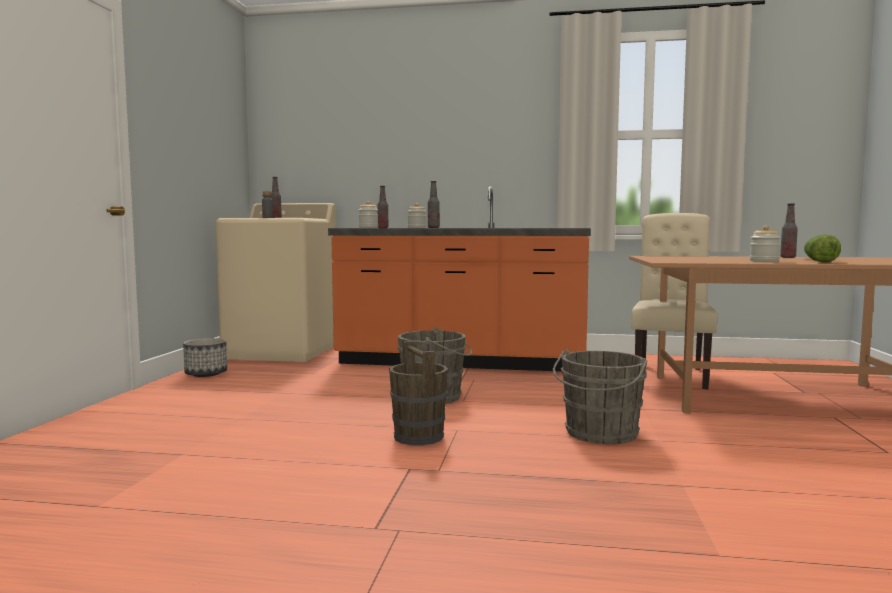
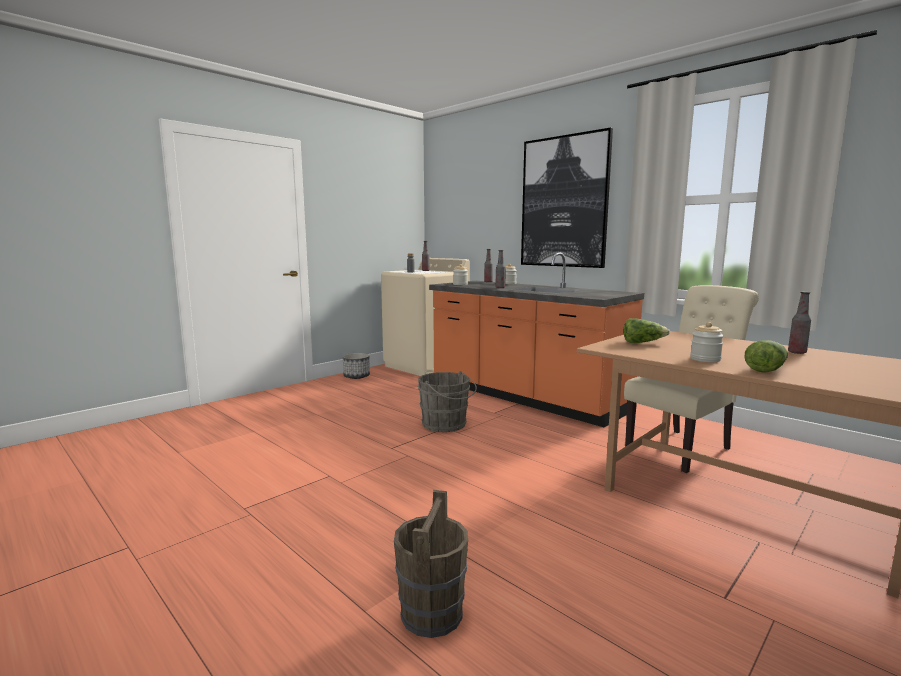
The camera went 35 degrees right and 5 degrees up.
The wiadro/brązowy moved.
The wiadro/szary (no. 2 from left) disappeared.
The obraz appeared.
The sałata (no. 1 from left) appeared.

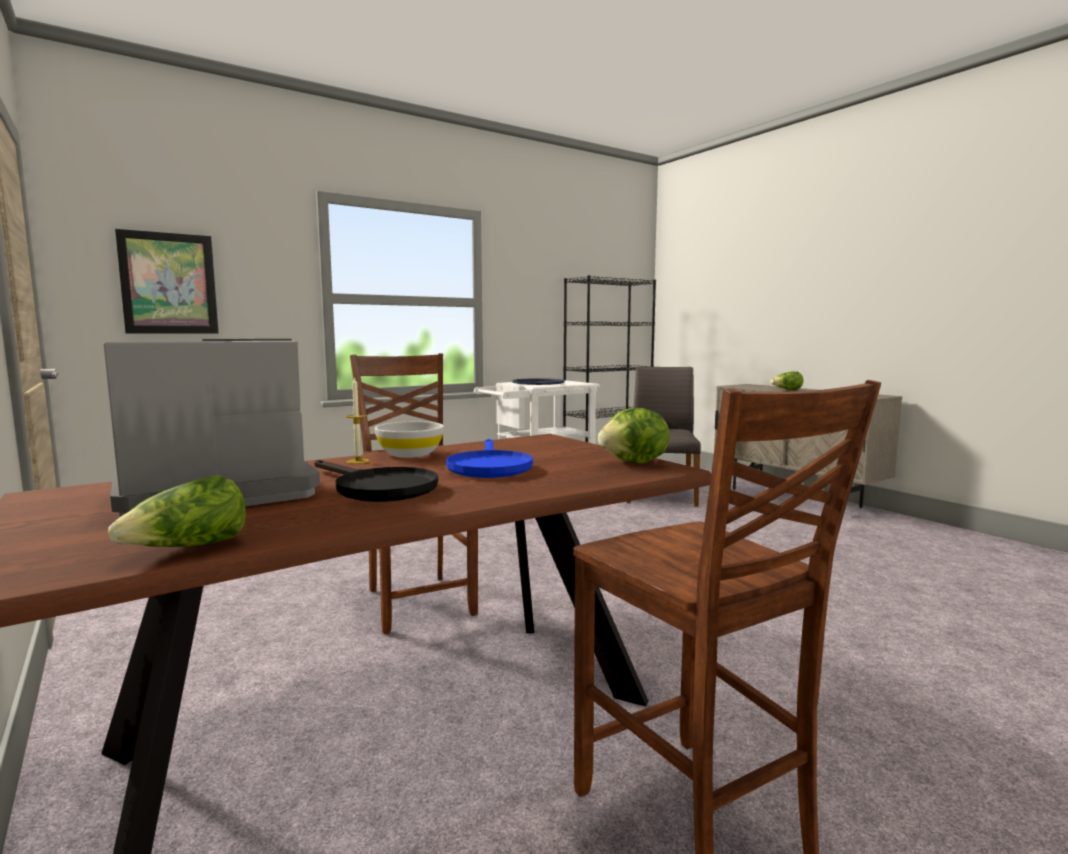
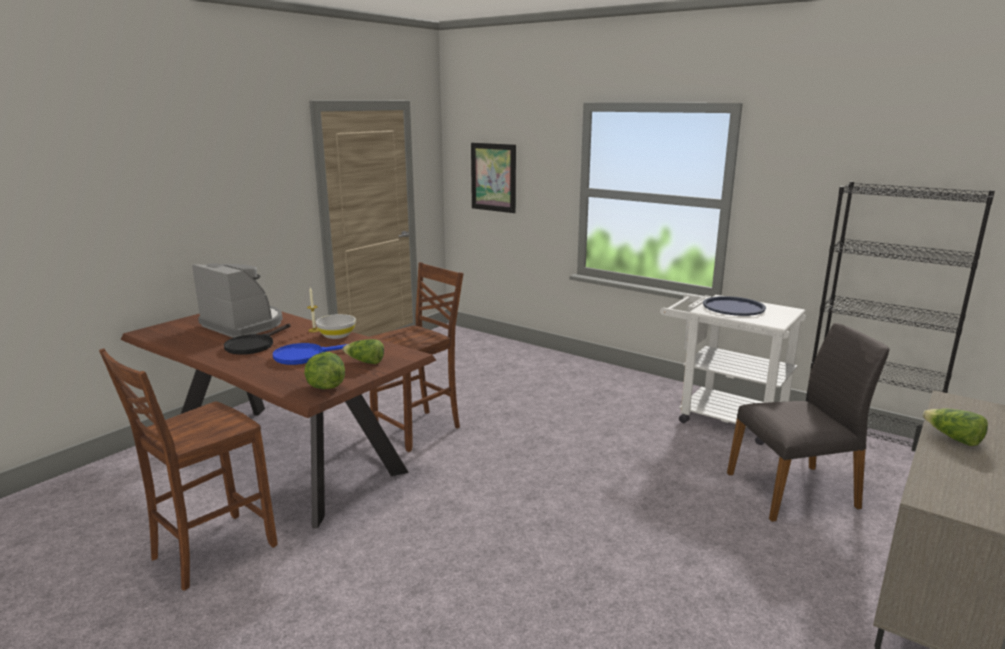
The camera went 70 degrees right and 10 degrees up.
The sałata (no. 1 from left in the first image) moved.

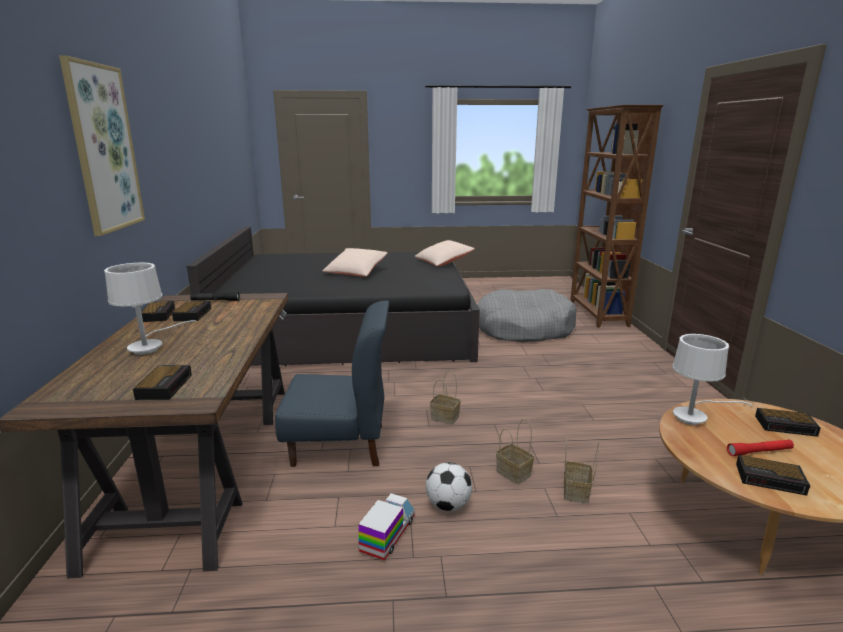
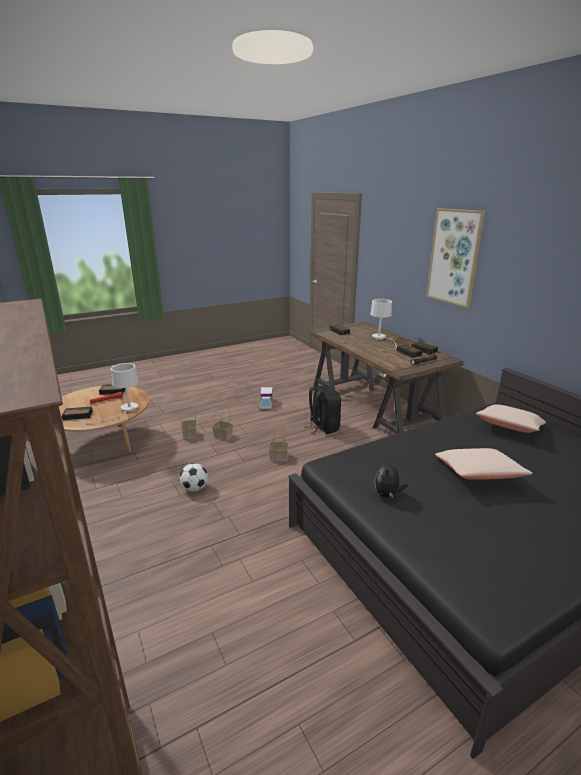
The camera went 155 degrees right and 5 degrees up.
The krzesło/niebieski was replaced by the plecak/czarny.
The poduszka/beżowy (no. 2 from left) moved.
The piłka futbolowa moved.
The legowisko/szary disappeared.
The pluszak appeared.

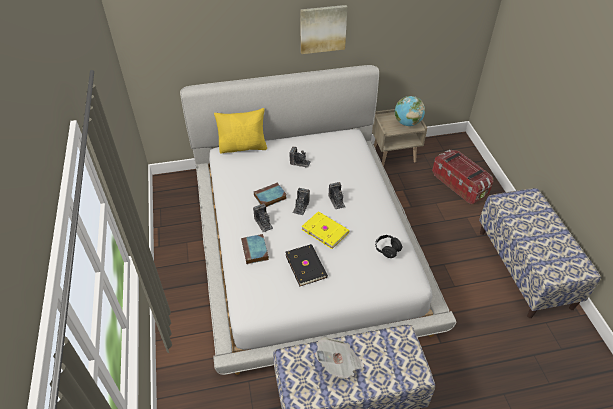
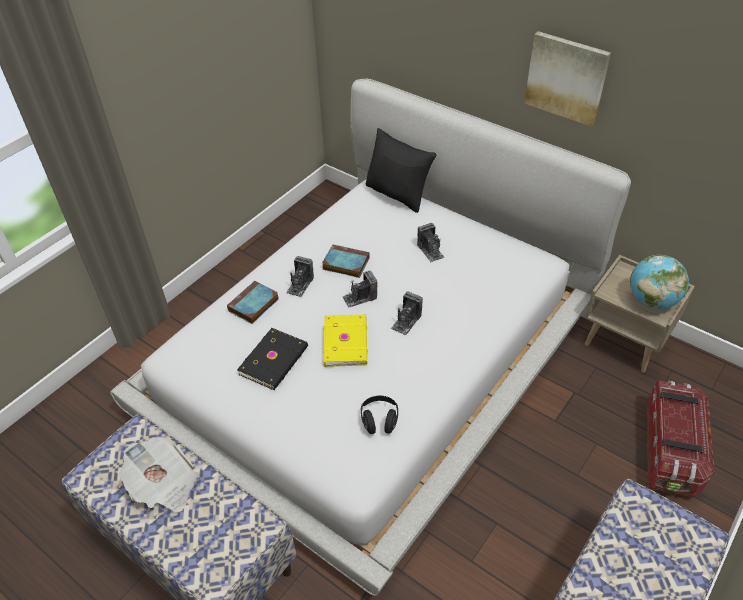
The camera went 50 degrees right and 0 degrees up.
The poduszka/żółty became the poduszka/czarny.

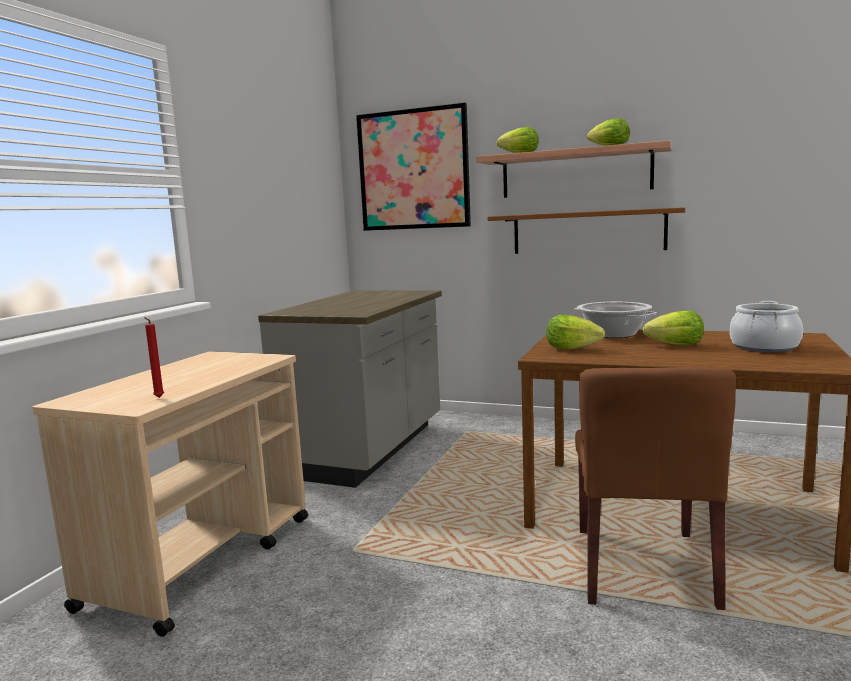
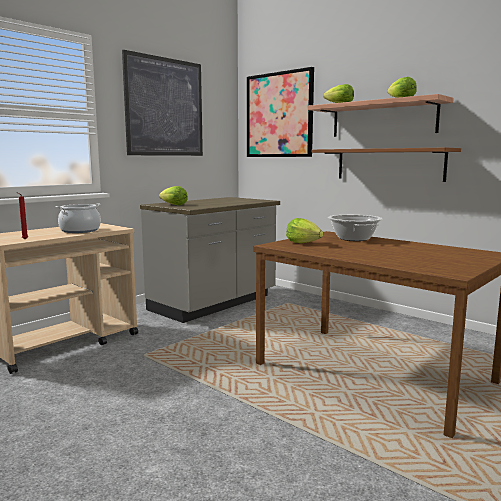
The camera went 20 degrees right and 0 degrees up.
The krzesło/brązowy disappeared.
The sałata (no. 4 from left in the first image) moved.
The garnek (no. 2 from left in the first image) moved.
The obraz (no. 1 from left) appeared.

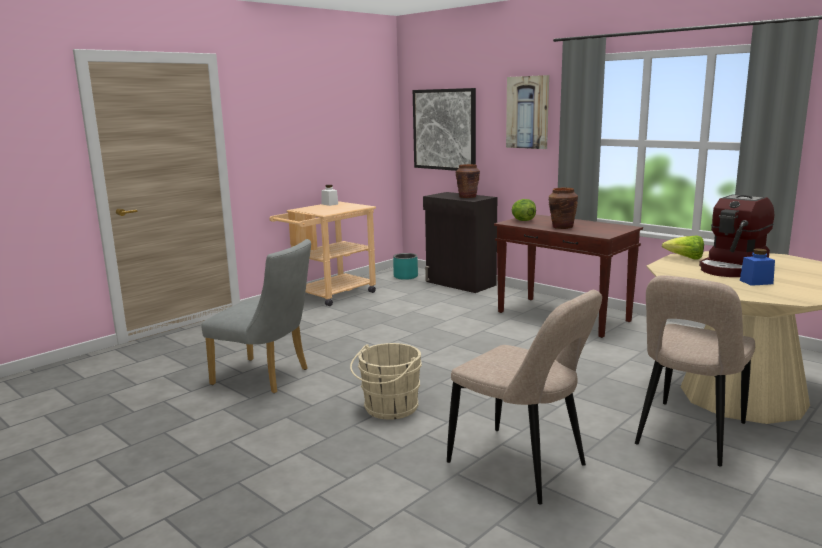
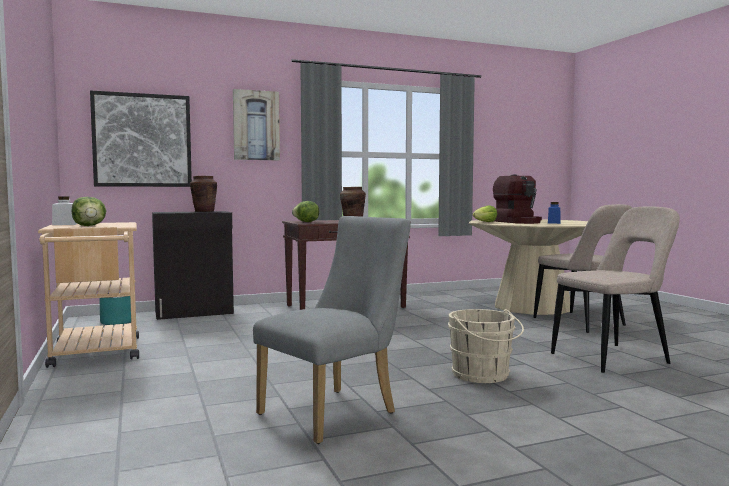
The camera went 65 degrees left and 10 degrees down.
The sałata (no. 1 from left) appeared.

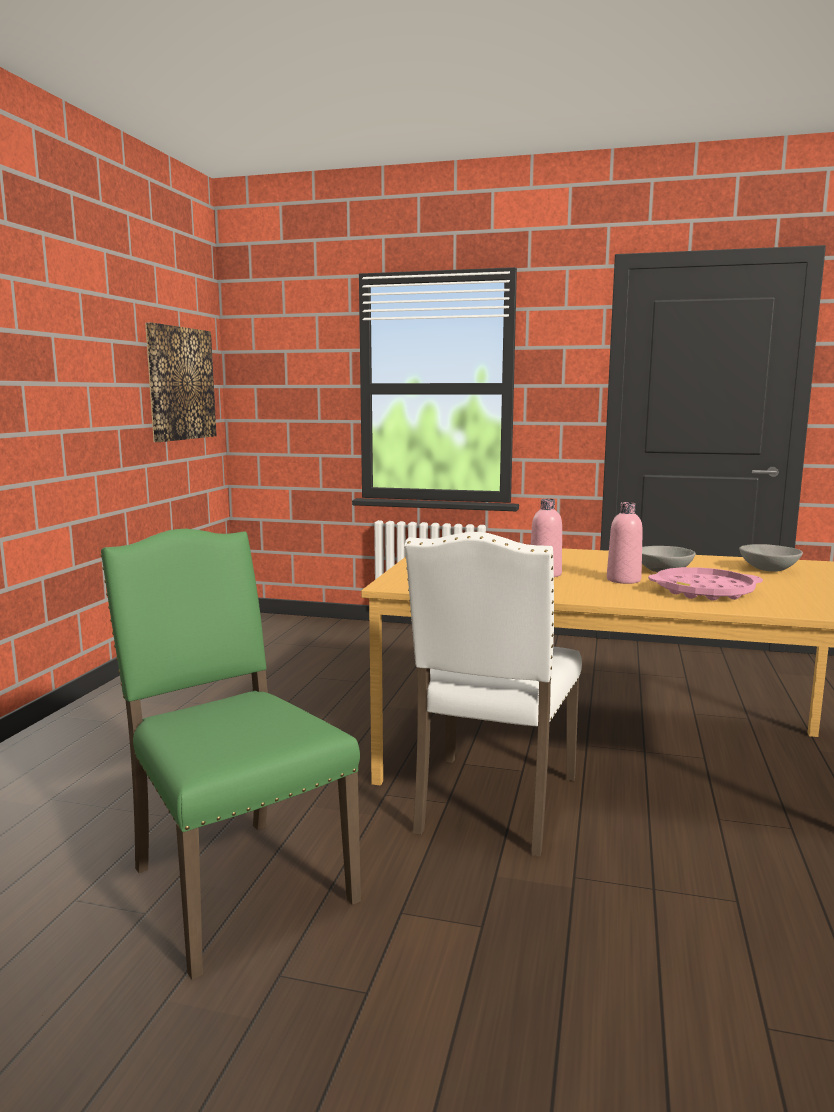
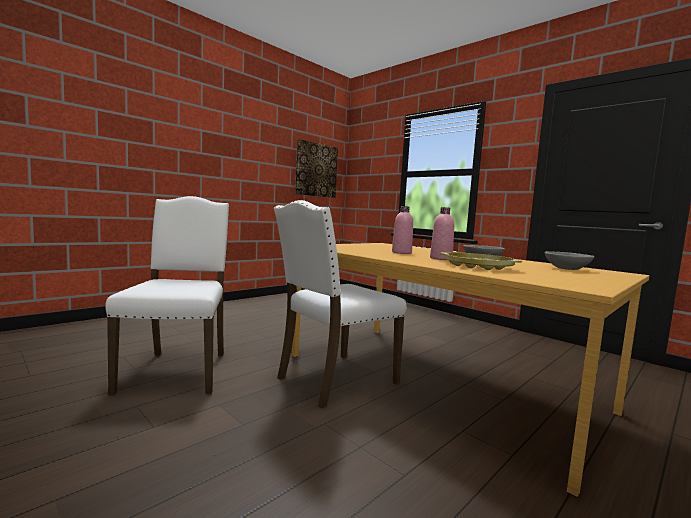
The camera went 30 degrees right and 5 degrees down.
The krzesło/zielony became the krzesło/biały (no. 1 from left).
The taca/różowy became the taca/żółty.

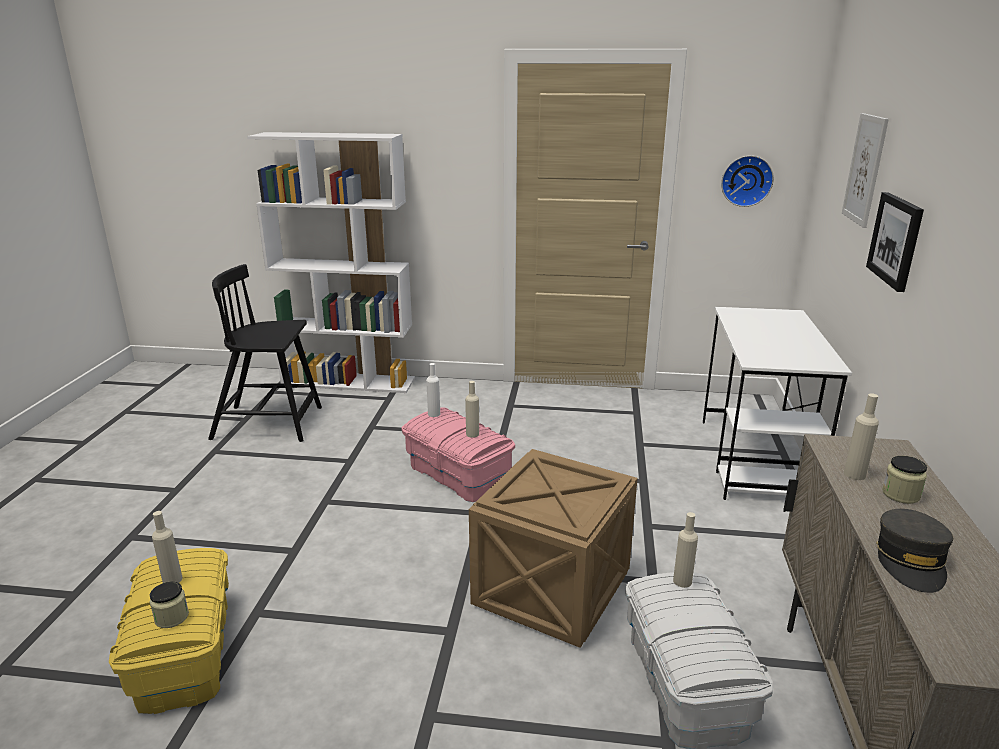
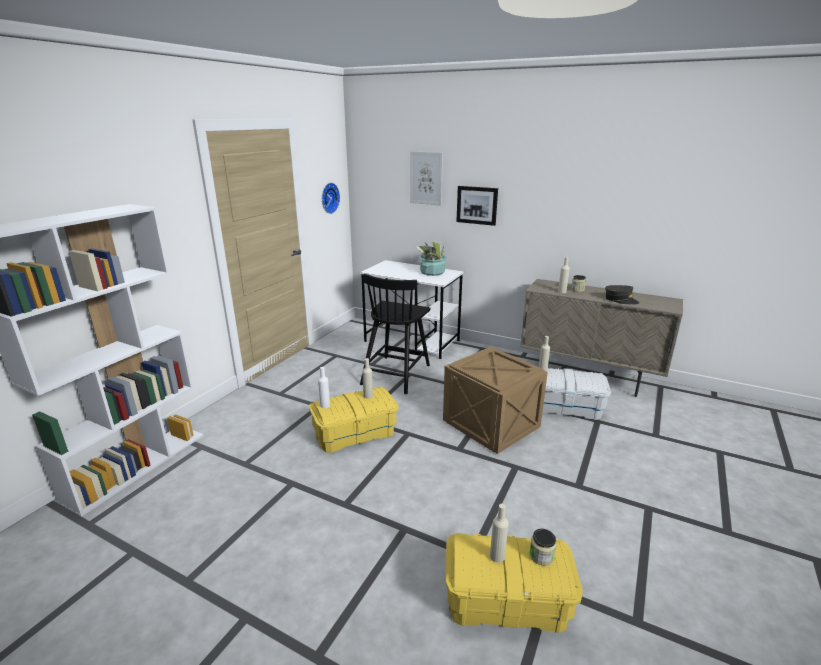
The camera went 70 degrees left and 0 degrees up.
The krzesło/czarny moved.
The pojemnik do przechowywania/różowy became the pojemnik do przechowywania/żółty (no. 1 from left).
The roślina doniczkowa appeared.

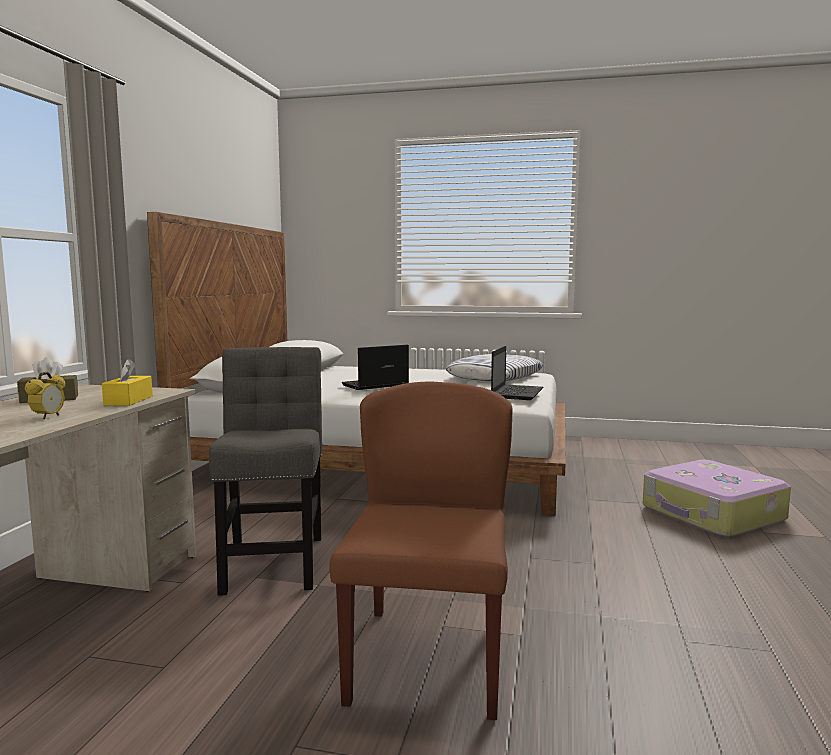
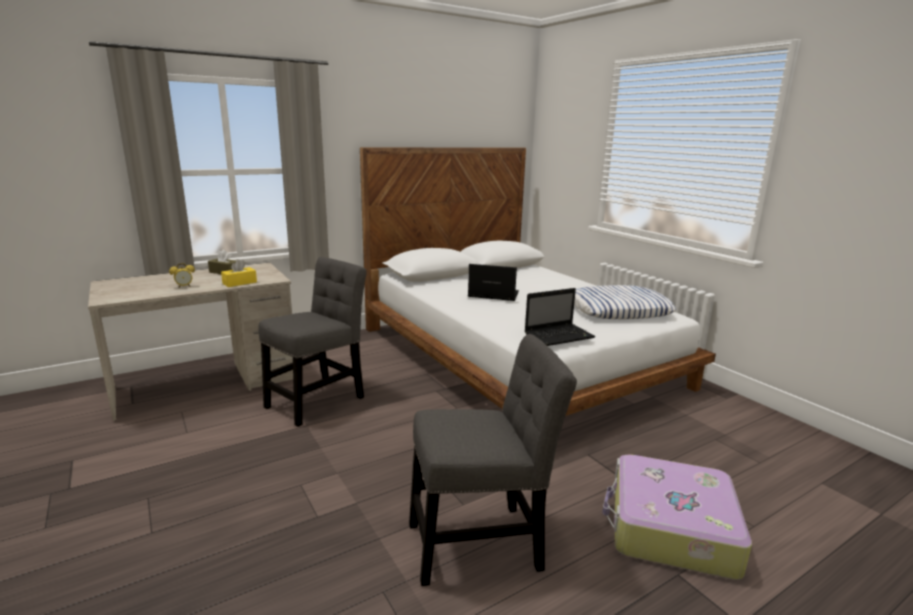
The camera went 45 degrees right and 10 degrees up.
The krzesło/brązowy disappeared.
The krzesło/szary (no. 2 from left) appeared.

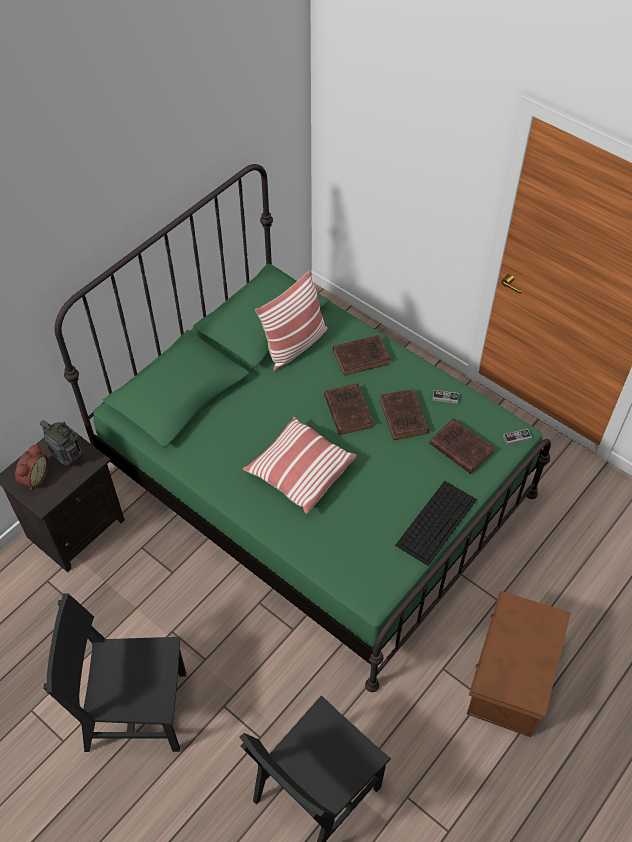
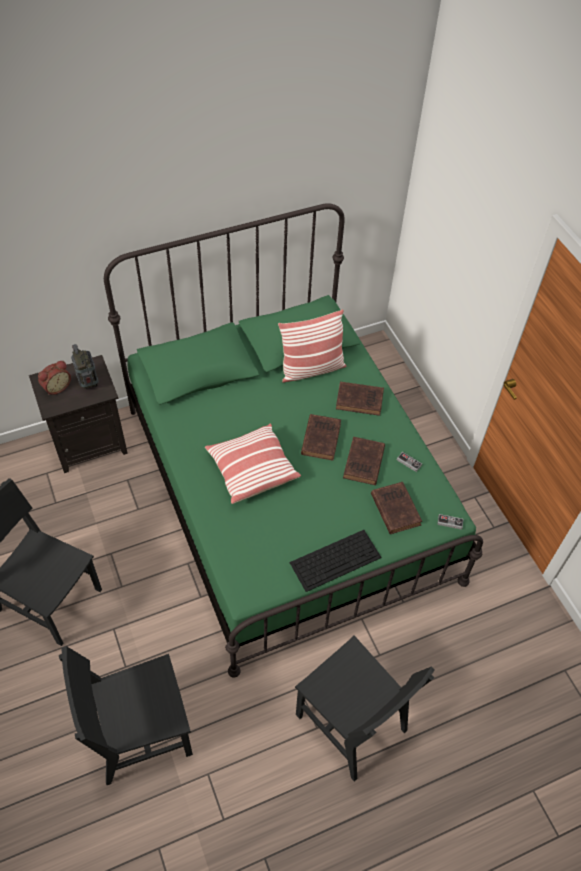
The camera went 25 degrees right and 0 degrees up.
The pojemnik do przechowywania/brązowy was replaced by the krzesło/czarny (no. 3 from left).

